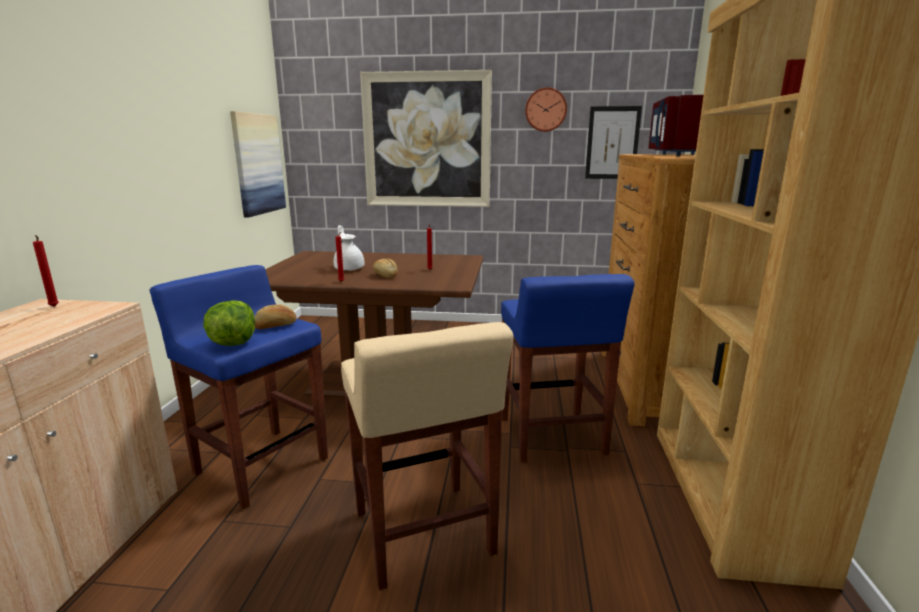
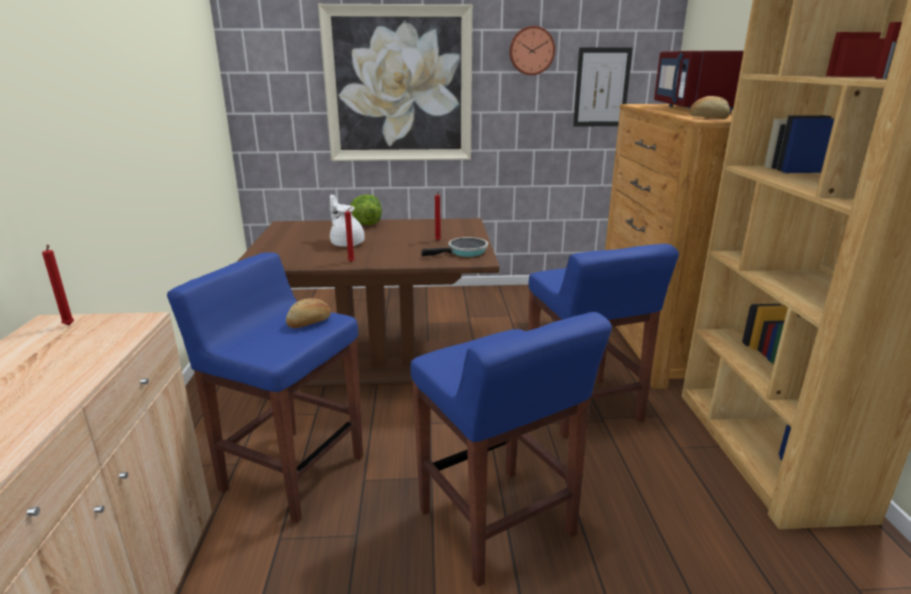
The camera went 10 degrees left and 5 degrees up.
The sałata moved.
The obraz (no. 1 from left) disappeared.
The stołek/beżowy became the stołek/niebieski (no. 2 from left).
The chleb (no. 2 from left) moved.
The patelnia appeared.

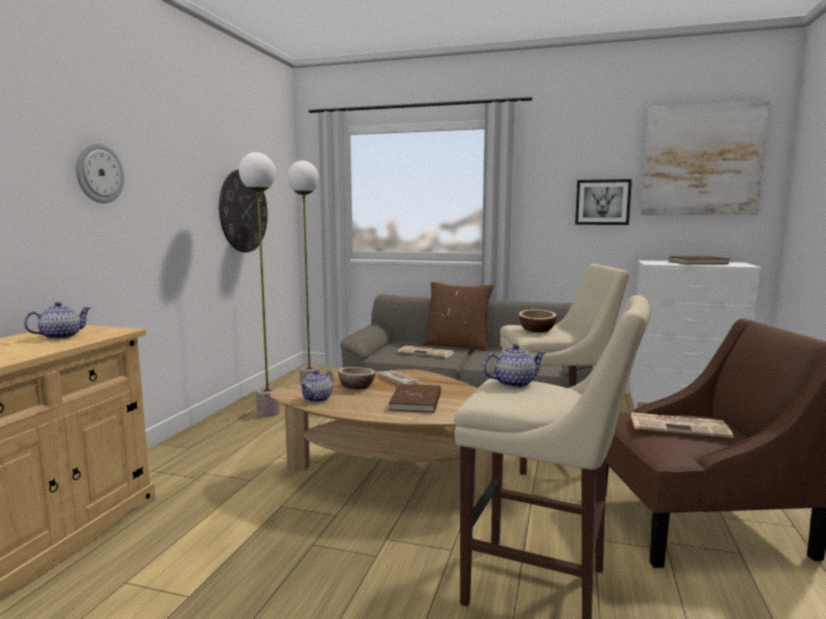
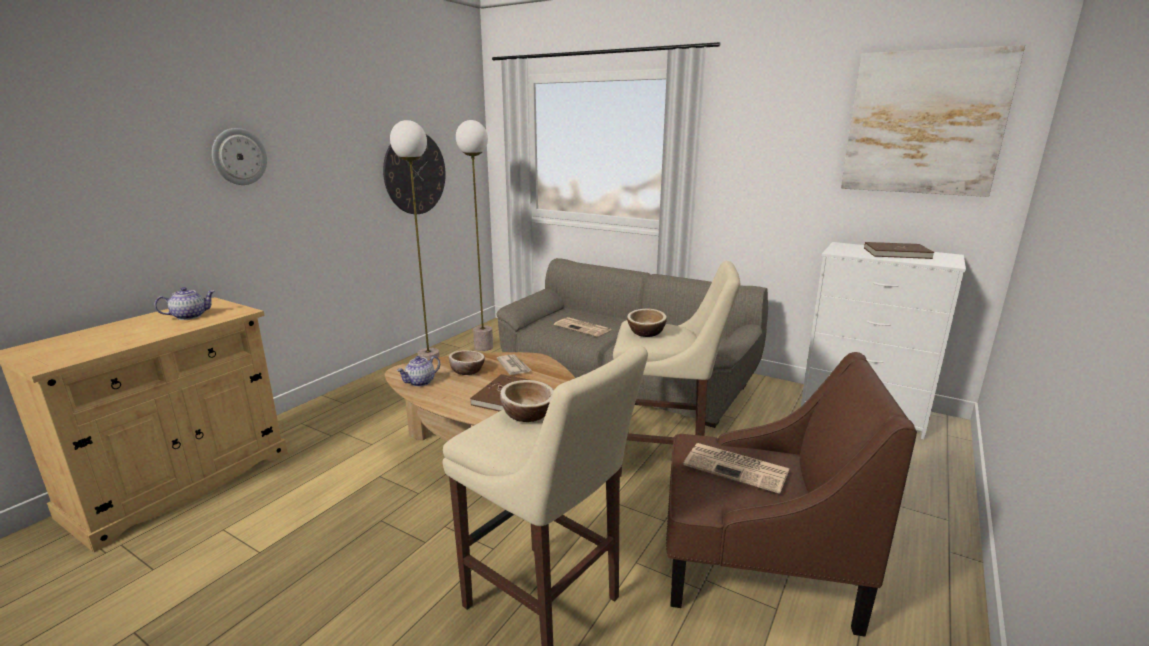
The camera went 15 degrees right and 10 degrees up.
The poduszka/brązowy disappeared.
The imbryk (no. 3 from left) was replaced by the miska (no. 2 from left).
The obraz (no. 1 from left) disappeared.

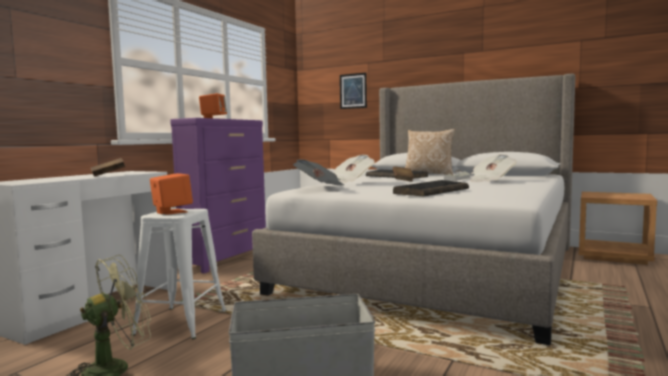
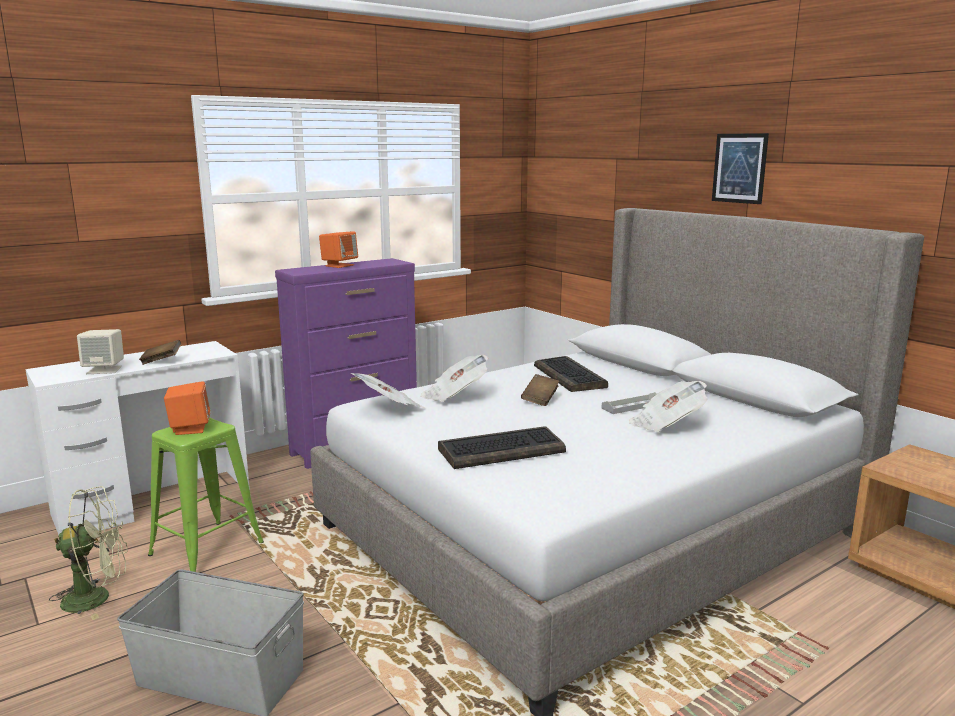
The camera went 25 degrees right and 10 degrees up.
The stołek/biały became the stołek/zielony.
The obraz moved.
The poduszka disappeared.
The głośnik/beżowy appeared.

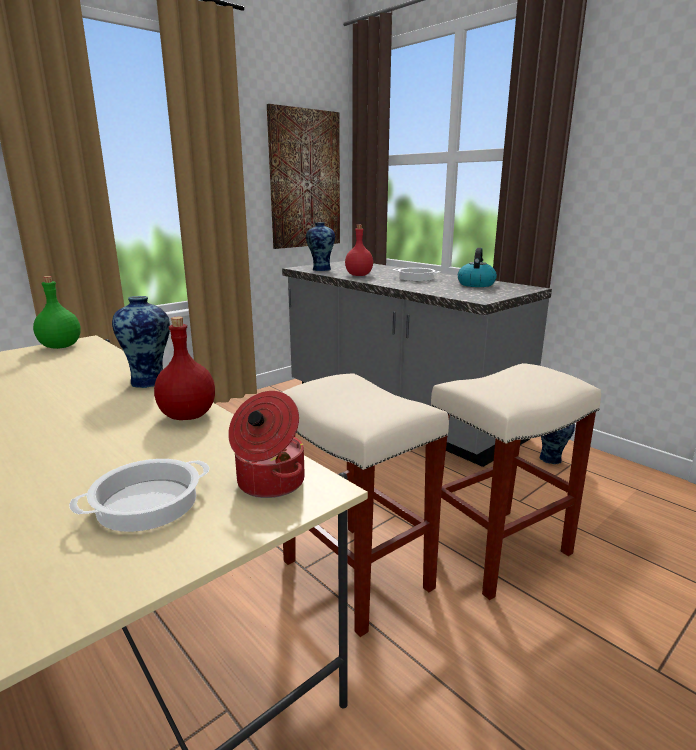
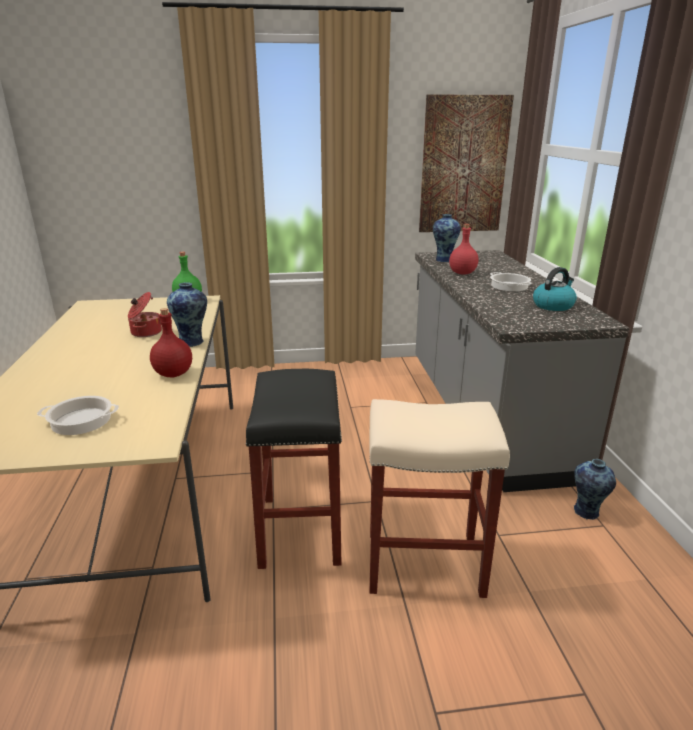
The camera went 35 degrees right and 5 degrees up.
The garnek (no. 2 from left) moved.
The stołek/beżowy (no. 1 from left) became the stołek/czarny.

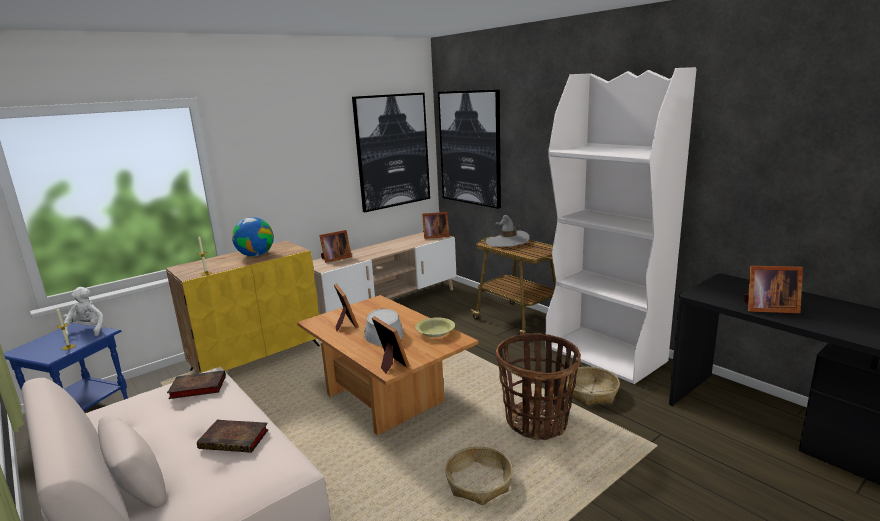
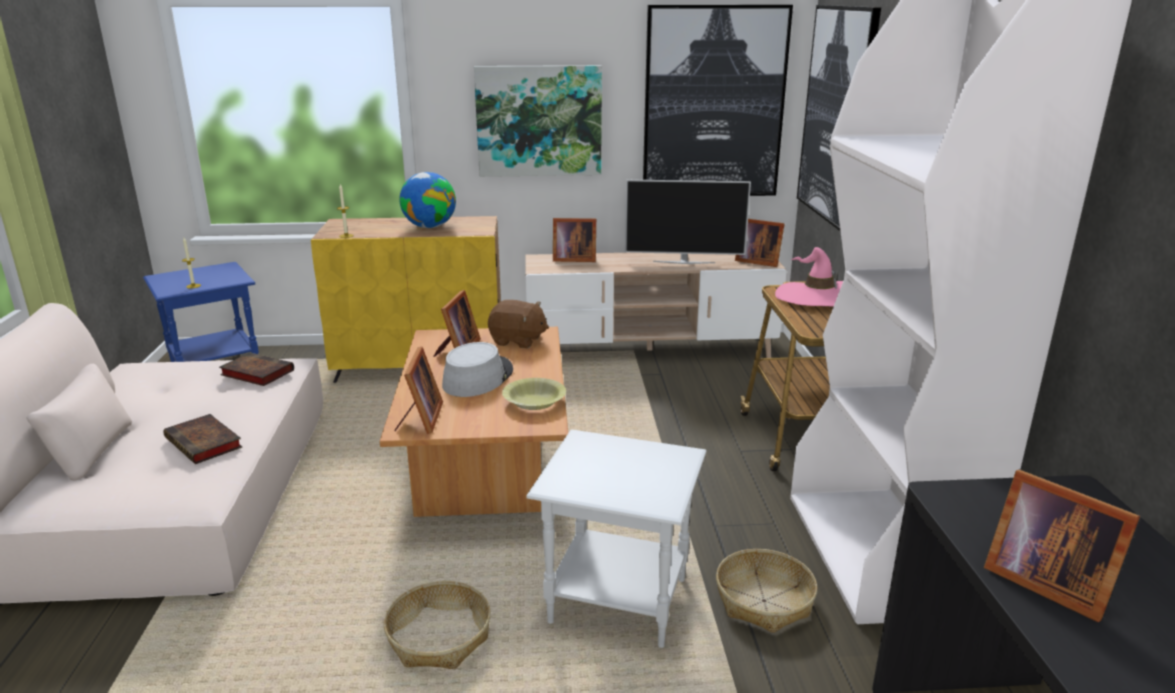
The camera went 35 degrees right and 5 degrees up.
The pluszak/biały disappeared.
The kapelusz/szary (no. 2 from left) became the kapelusz/różowy.
The koszyk (no. 2 from left) was replaced by the stolik/biały.
The obraz (no. 1 from left) appeared.
The pluszak/brązowy appeared.
The telewizor appeared.

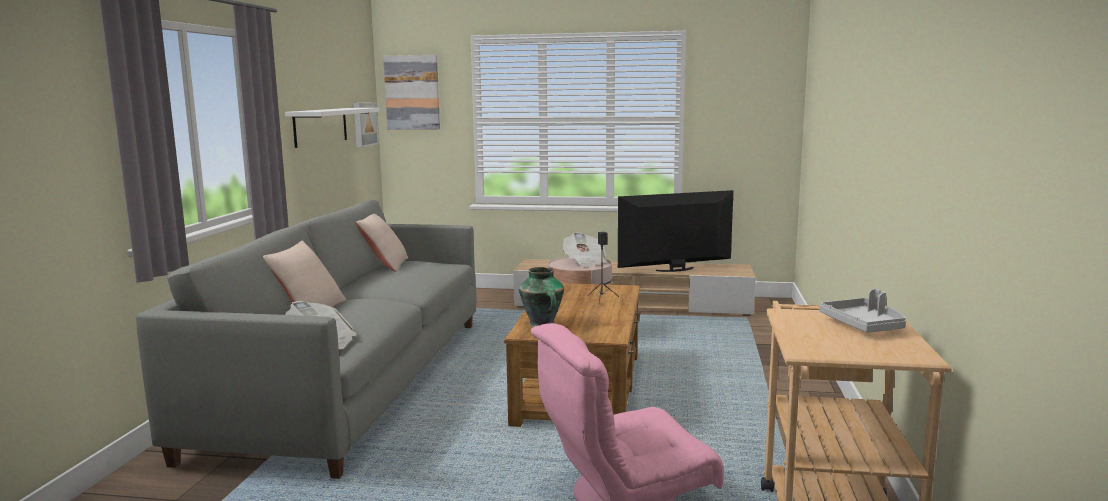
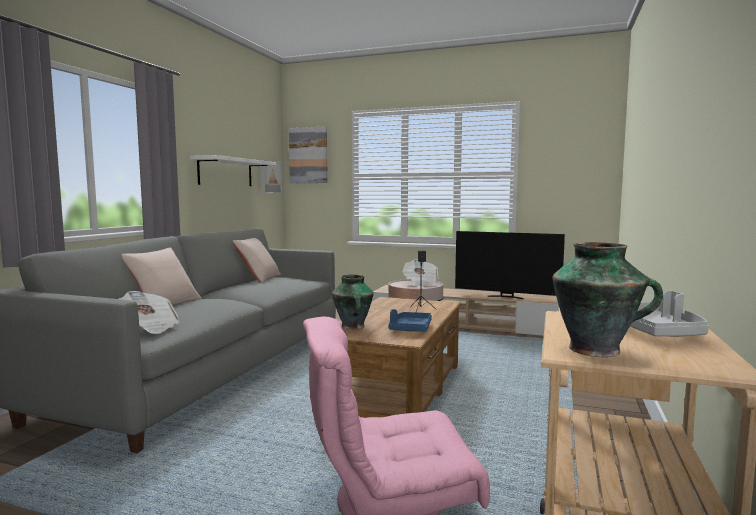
The camera went 10 degrees right and 5 degrees down.
The telewizor turned 150 degrees counterclockwise.
The taca/niebieski appeared.
The wazon (no. 2 from left) appeared.

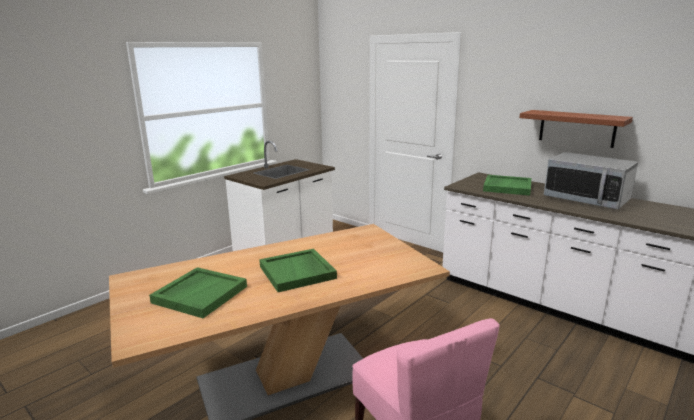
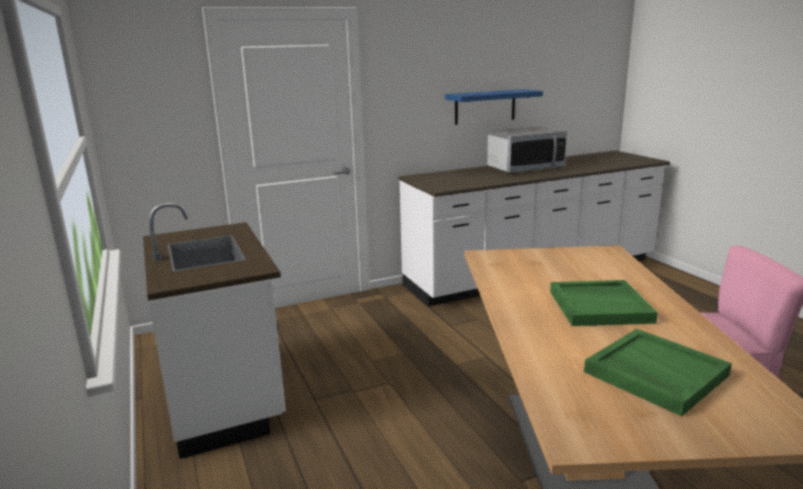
The camera went 65 degrees left and 0 degrees up.
The taca/zielony (no. 3 from left) disappeared.
The półka/brązowy became the półka/niebieski.

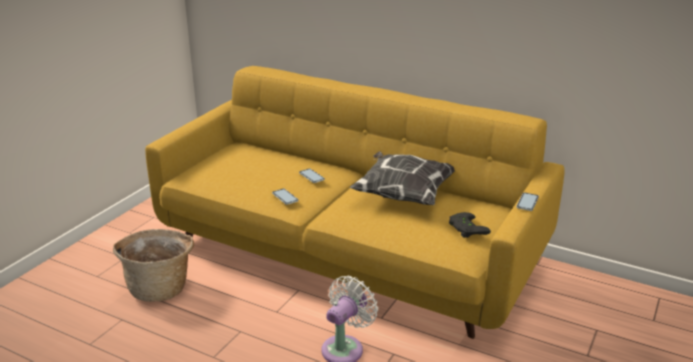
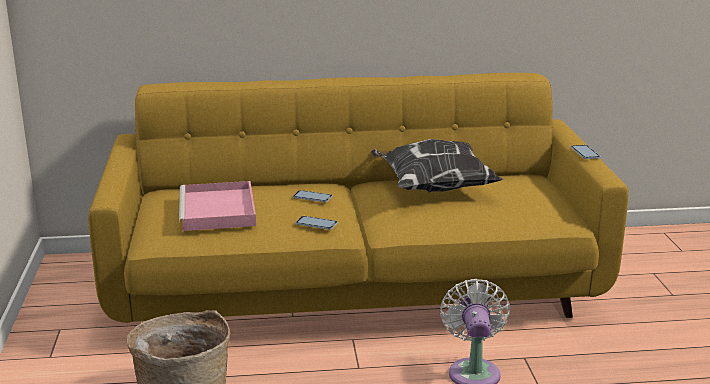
The camera went 35 degrees left and 5 degrees down.
The pad do gier/czarny disappeared.
The taca/różowy appeared.

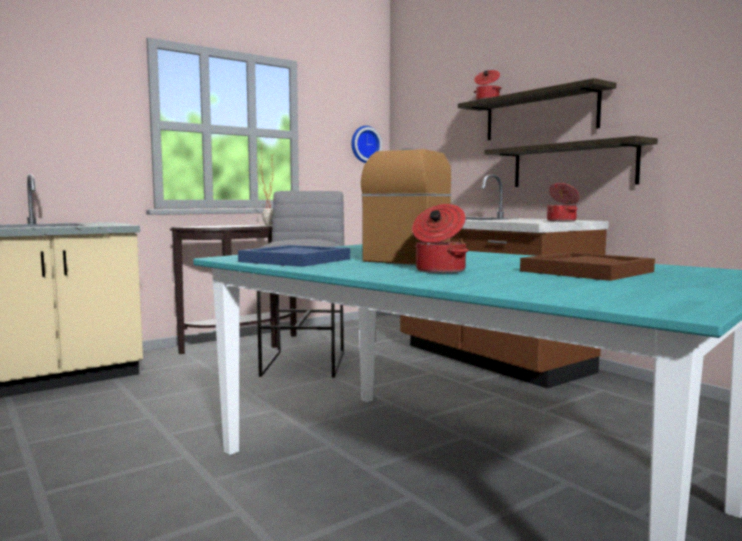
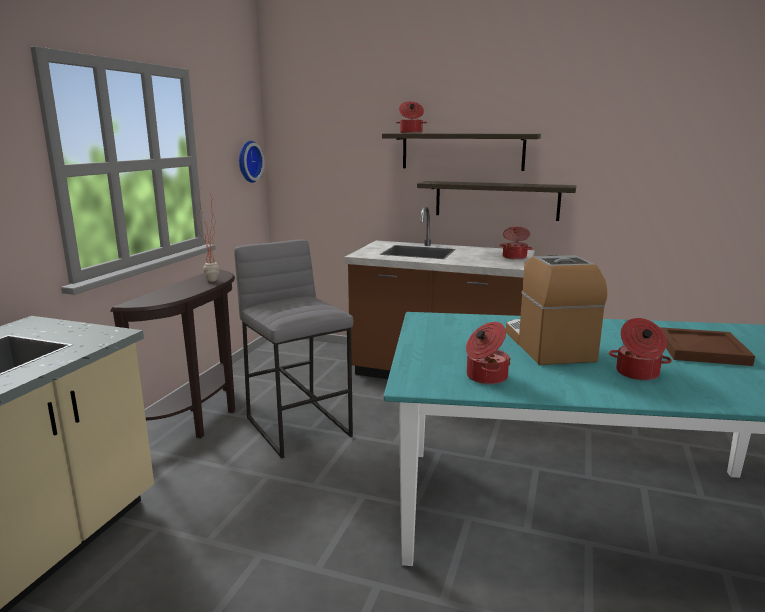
The camera went 35 degrees left and 10 degrees up.
The taca/niebieski was replaced by the garnek (no. 2 from left).

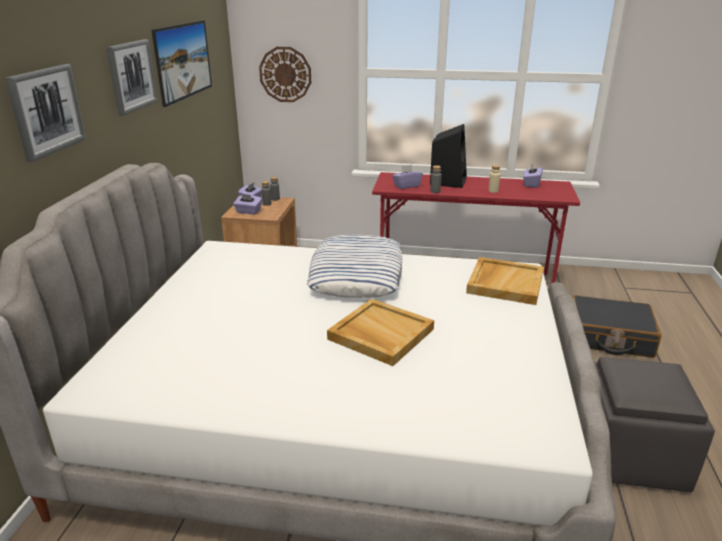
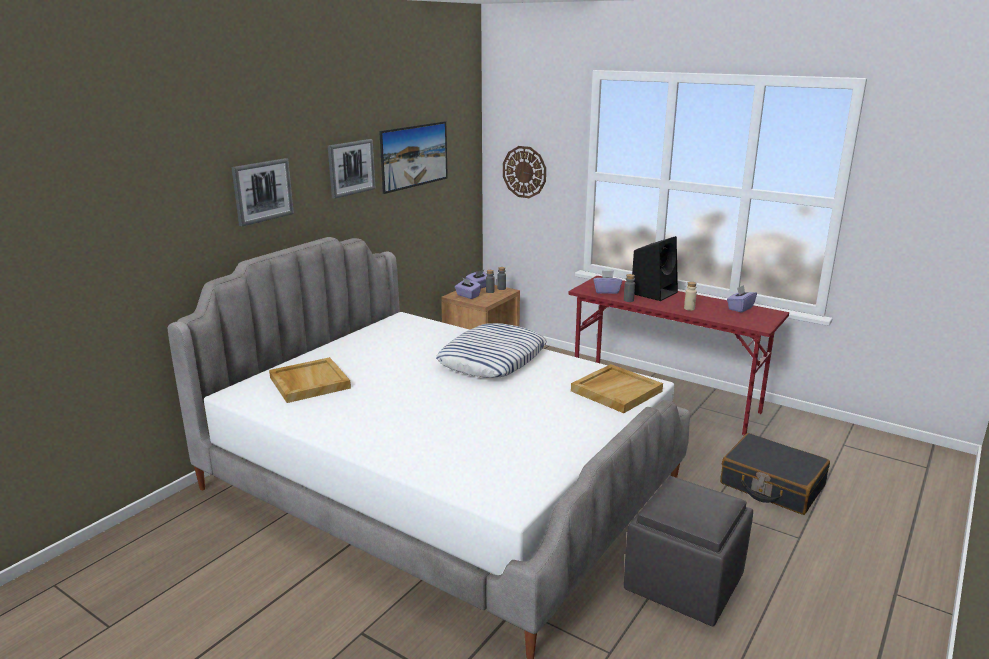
The camera went 25 degrees right and 5 degrees down.
The taca/beżowy (no. 1 from left) moved.

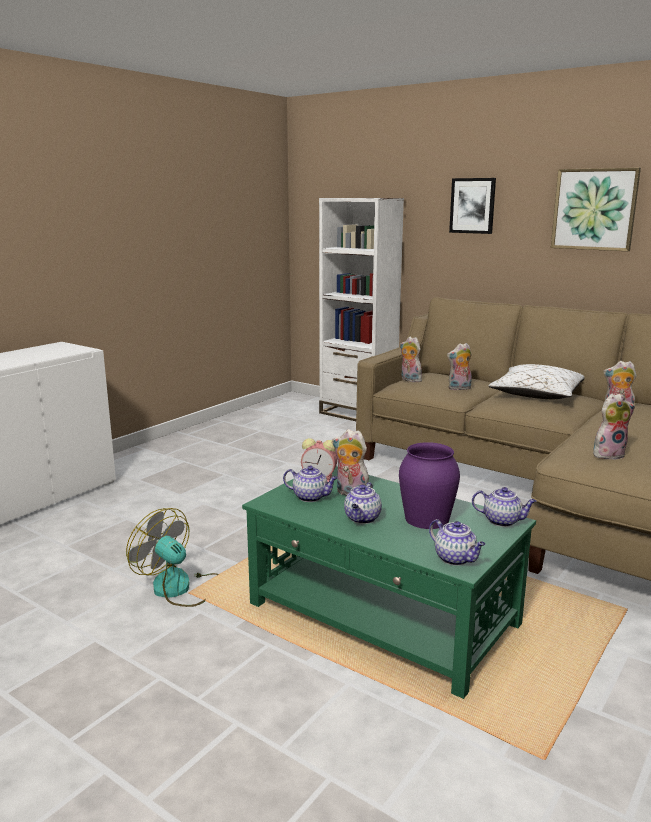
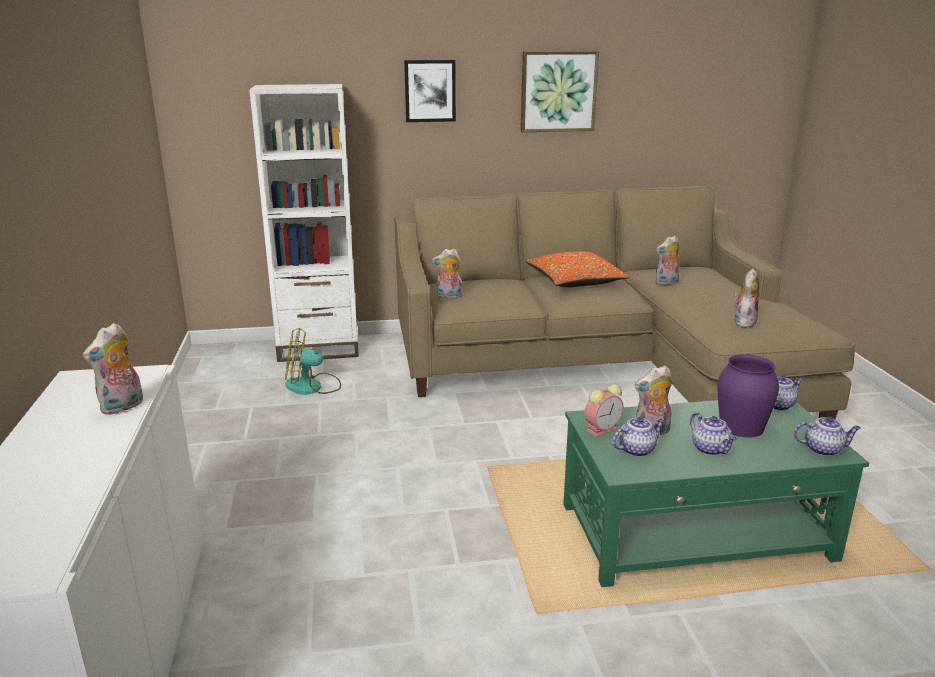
The camera went 45 degrees left and 5 degrees up.
The wentylator moved.
The pluszak (no. 3 from left in the first image) moved.
The poduszka/biały became the poduszka/pomarańczowy.

